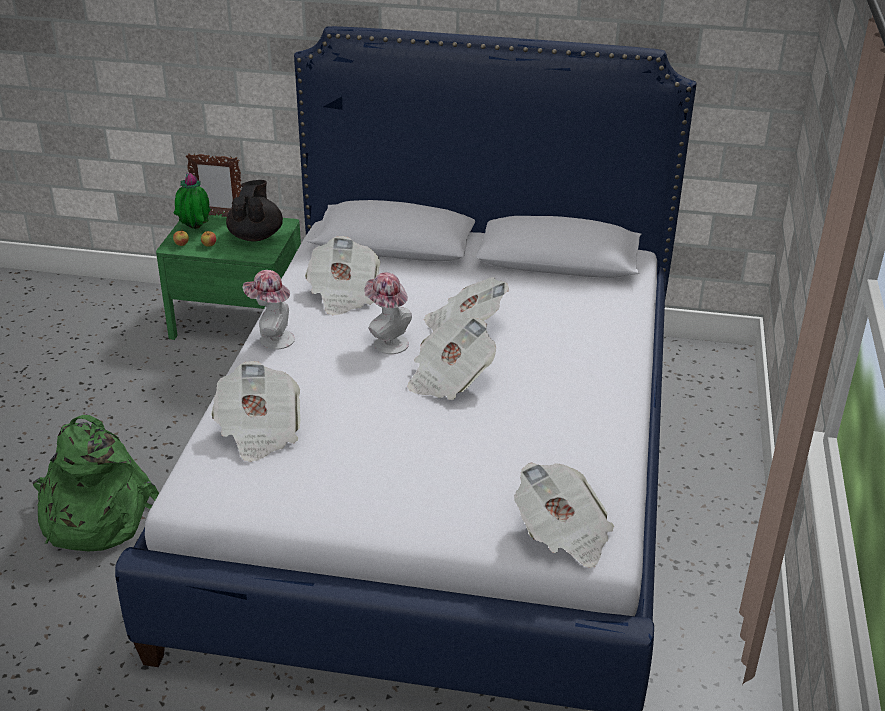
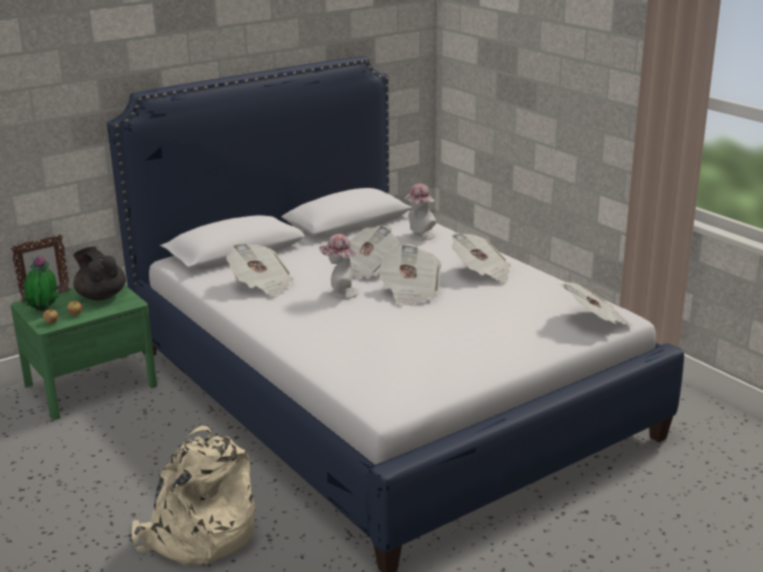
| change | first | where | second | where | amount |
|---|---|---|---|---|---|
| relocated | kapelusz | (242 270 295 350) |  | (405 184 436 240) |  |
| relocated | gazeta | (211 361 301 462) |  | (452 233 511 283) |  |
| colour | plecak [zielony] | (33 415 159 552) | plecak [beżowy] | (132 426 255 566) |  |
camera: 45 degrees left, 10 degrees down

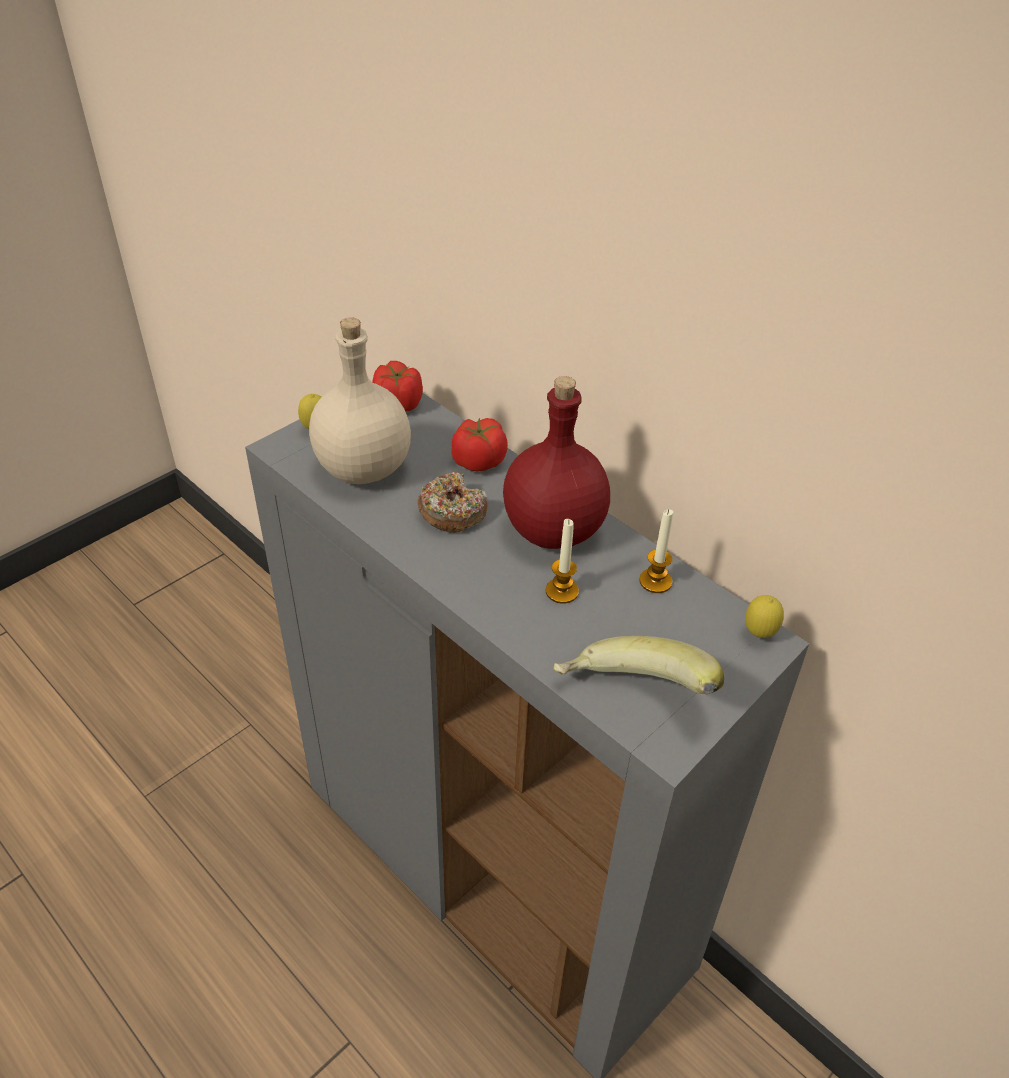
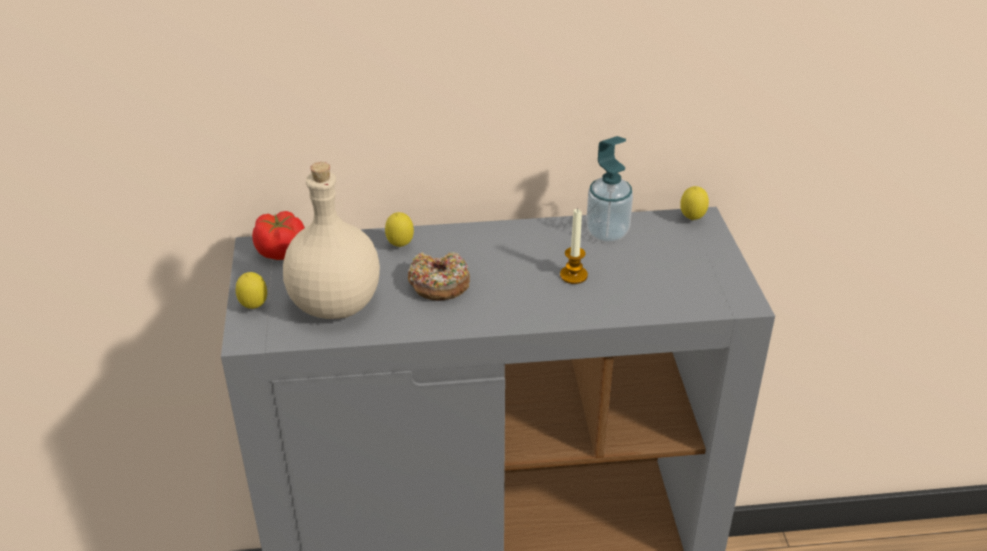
| change | first | where | second | where | amount |
|---|---|---|---|---|---|
| missing | butelka [czerwony] | (503 376 610 549) |  |  |  |
| exchanged | pomidor | (451 418 508 471) | cytryna | (385 212 414 247) |  |
| exchanged | świeca | (639 509 673 593) | dozownik mydła | (586 136 633 243) |  |
| missing | banan | (553 636 724 694) |  |  |  |
camera: 50 degrees left, 5 degrees down

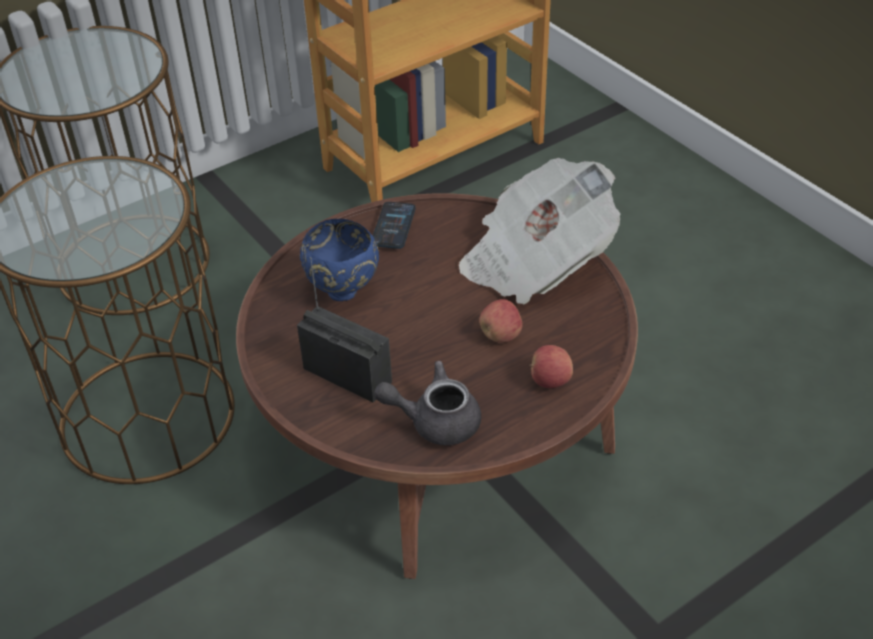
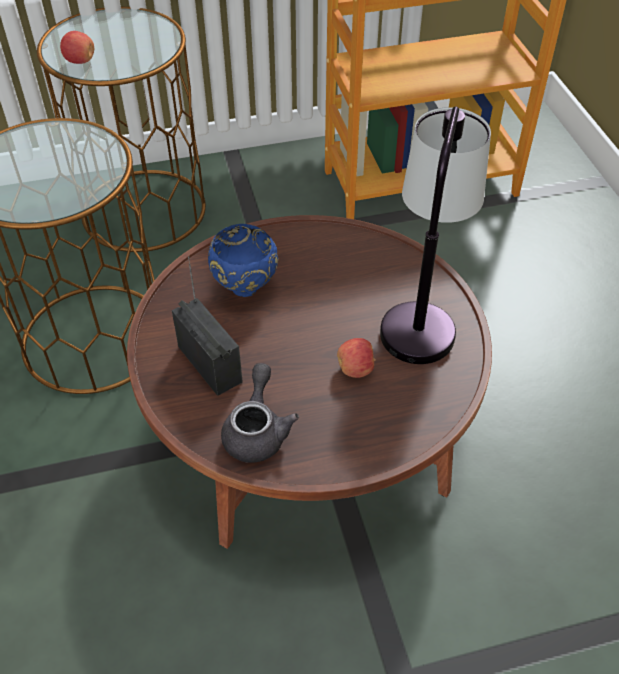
| change | first | where | second | where | amount |
|---|---|---|---|---|---|
| exchanged | gazeta | (459 158 620 305) | lampa stołowa | (380 107 491 364) |  |
| missing | telefon | (373 202 415 249) |  |  |  |
| relocated | jabłko | (529 345 573 388) |  | (60 31 94 64) |  |
| spun | imbryk [szary] | (374 361 481 445) |  | (221 363 299 463) | 75 degrees clockwise |
camera: 20 degrees right, 5 degrees up

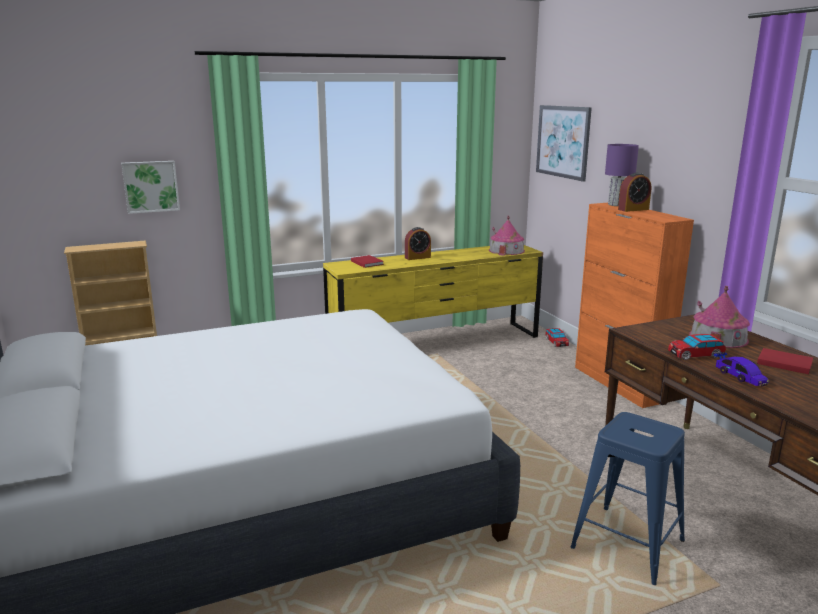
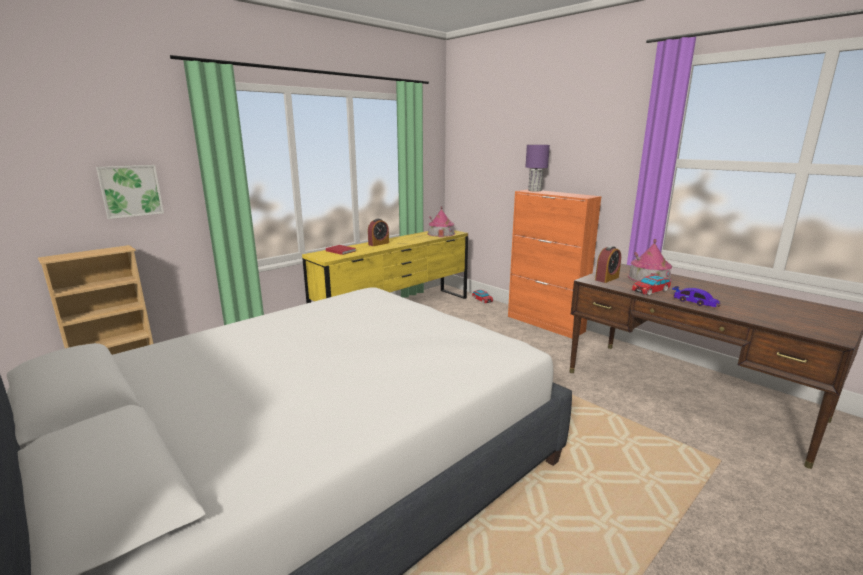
| change | first | where | second | where | amount |
|---|---|---|---|---|---|
| missing | obraz | (536 105 592 182) |  |  |  |
| relocated | budzik | (618 173 651 212) |  | (595 246 621 283) |  |
| missing | książka [czerwony] | (757 348 813 374) |  |  |  |
| missing | stołek [niebieski] | (571 412 685 585) |  |  |  |
camera: 20 degrees left, 0 degrees up

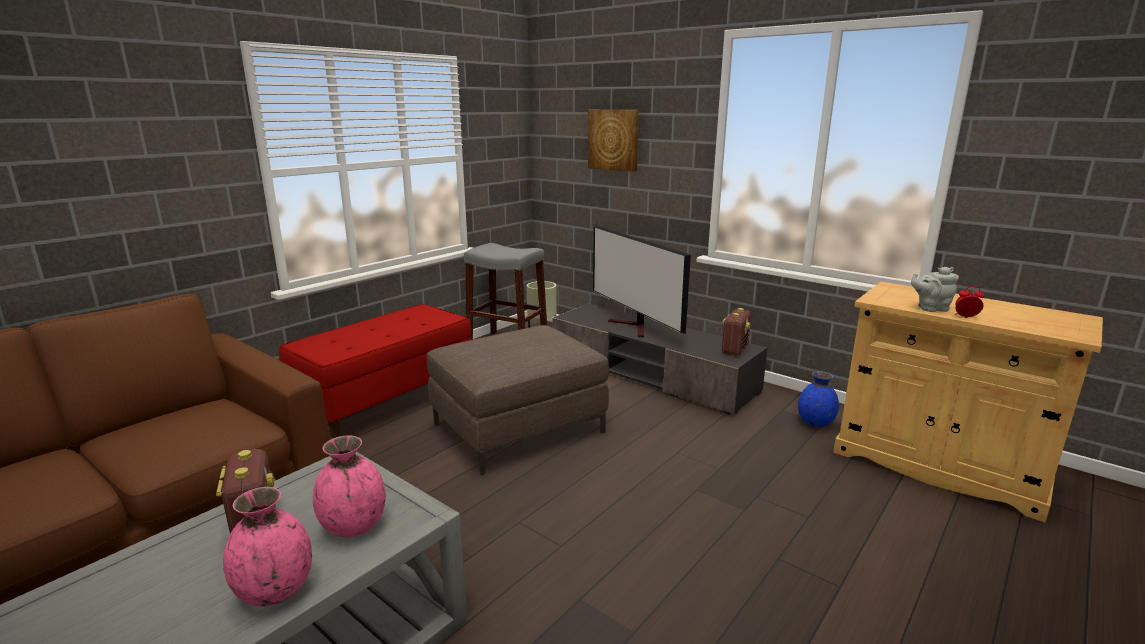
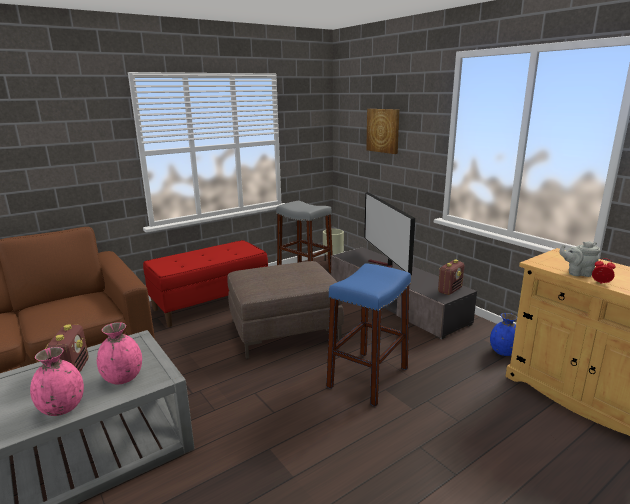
| change | first | where | second | where | amount |
|---|---|---|---|---|---|
| appeared |  |  | stołek [niebieski] | (326 263 411 407) |  |
camera: 15 degrees right, 0 degrees up

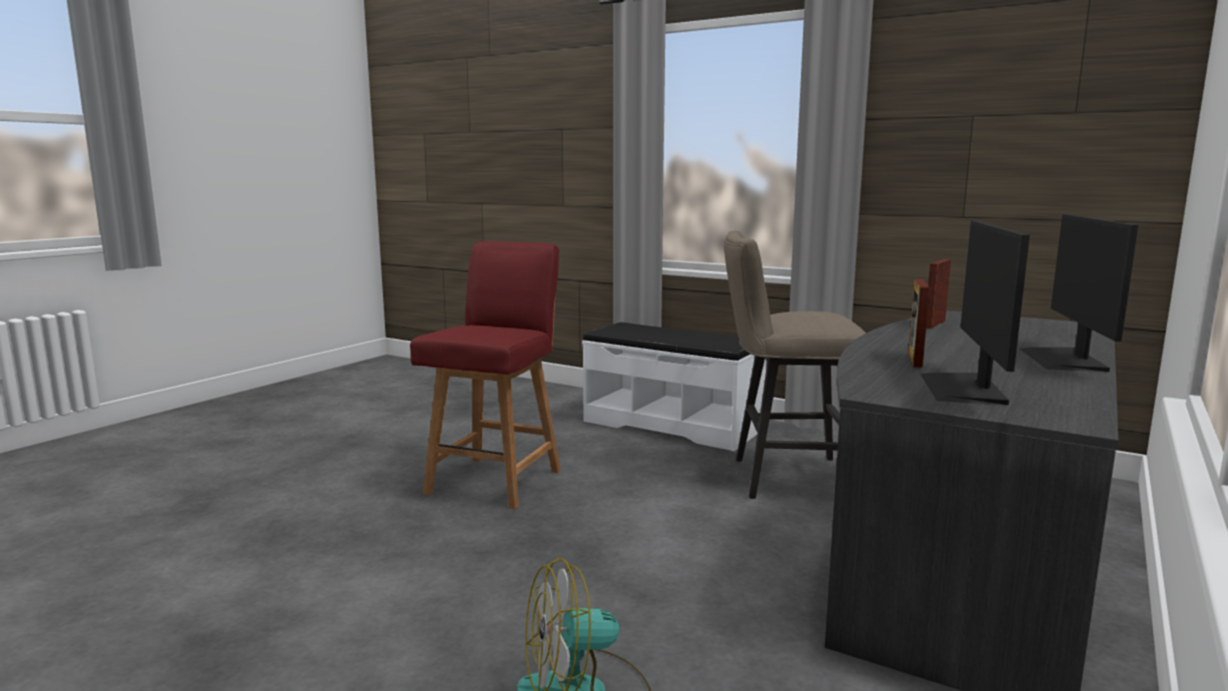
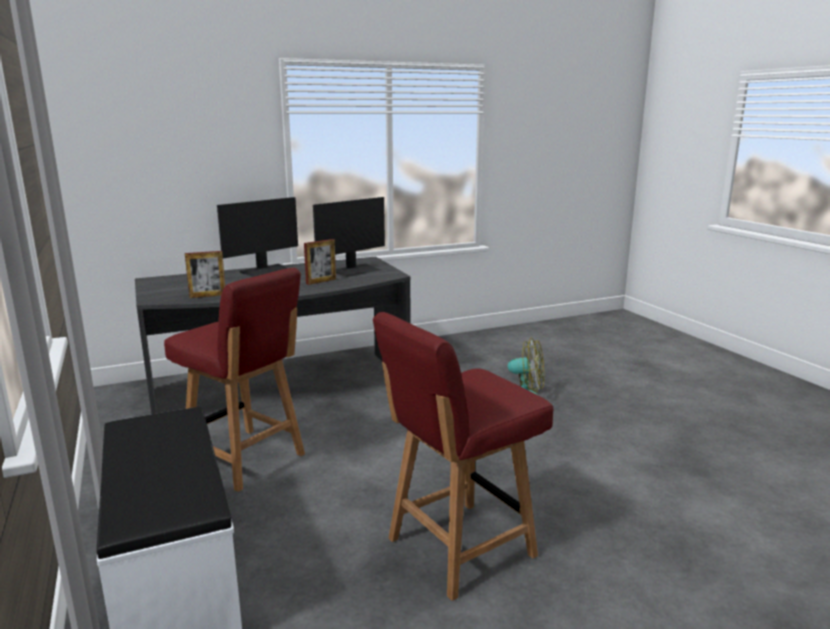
| change | first | where | second | where | amount |
|---|---|---|---|---|---|
| exchanged | stołek [beżowy] | (724 231 866 499) | krzesło [czerwony] | (164 268 305 492) |  |
camera: 145 degrees left, 5 degrees up

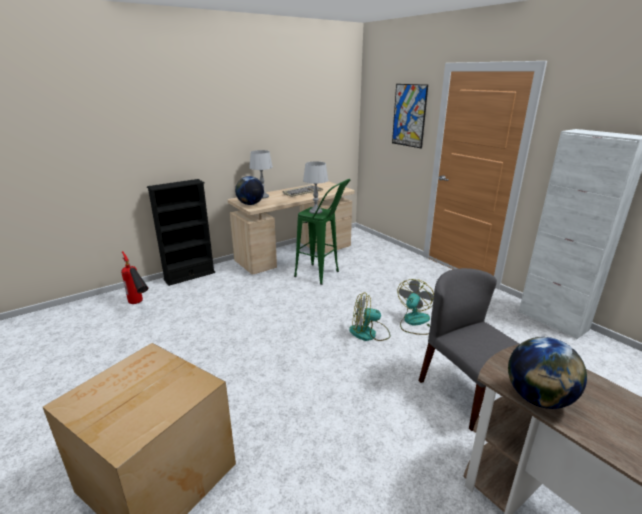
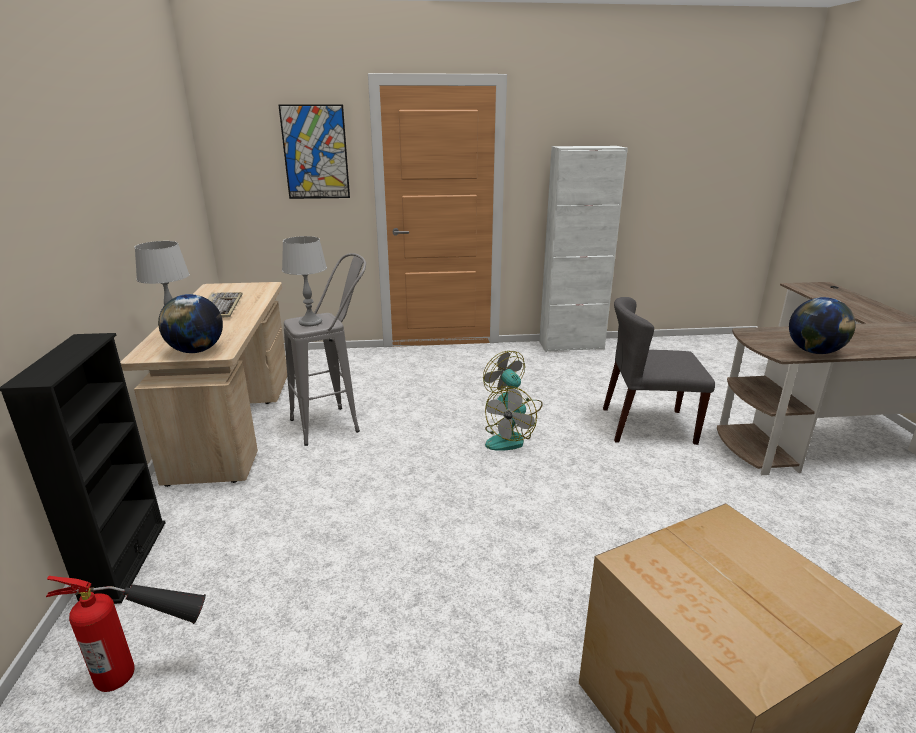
| change | first | where | second | where | amount |
|---|---|---|---|---|---|
| colour | stołek [zielony] | (294 179 351 285) | stołek [szary] | (284 253 366 446) |  |
camera: 60 degrees left, 0 degrees up

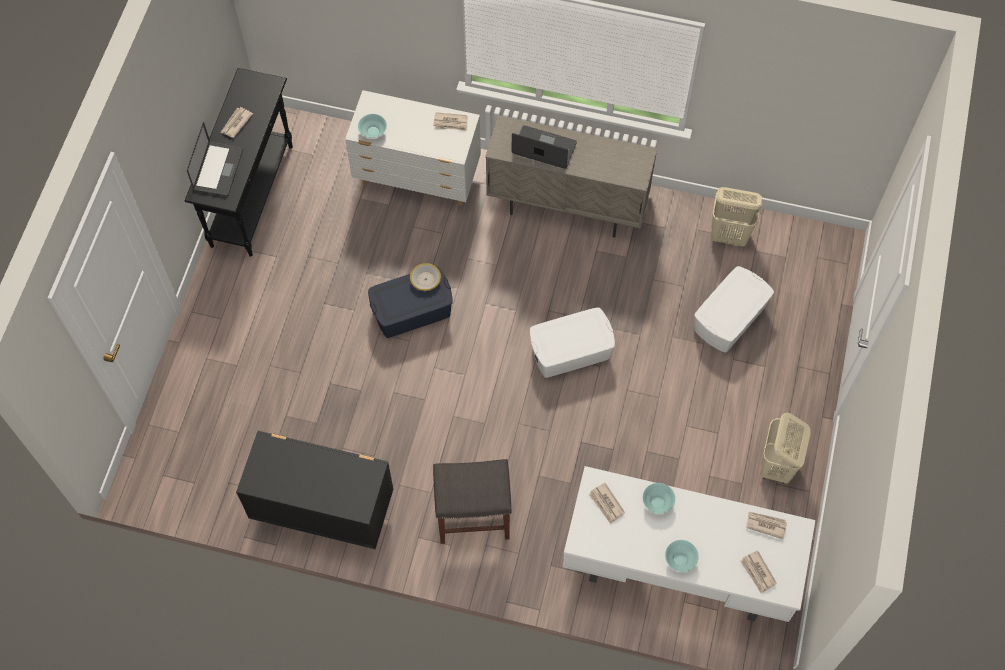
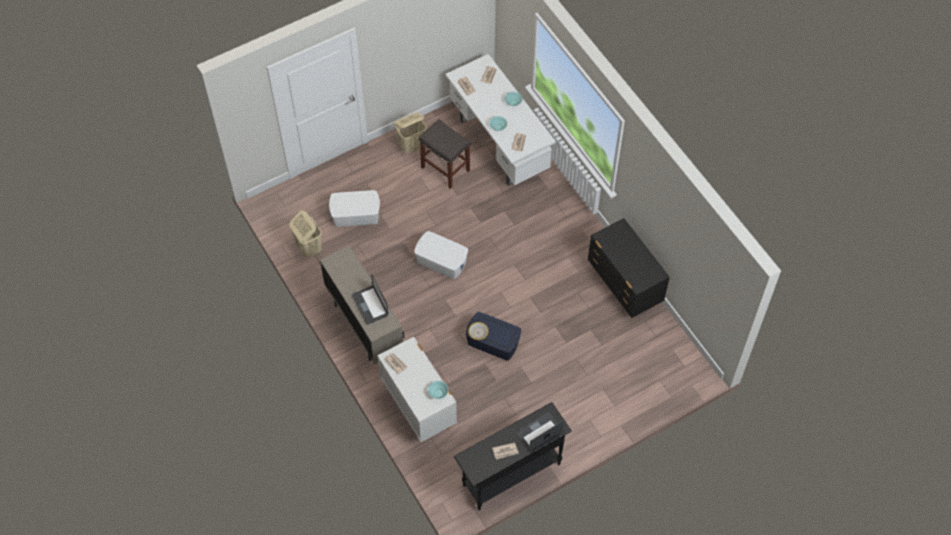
| change | first | where | second | where | amount |
|---|---|---|---|---|---|
| relocated | stołek [szary] | (433 459 511 544) |  | (419 119 470 189) |  |
camera: 135 degrees left, 5 degrees down

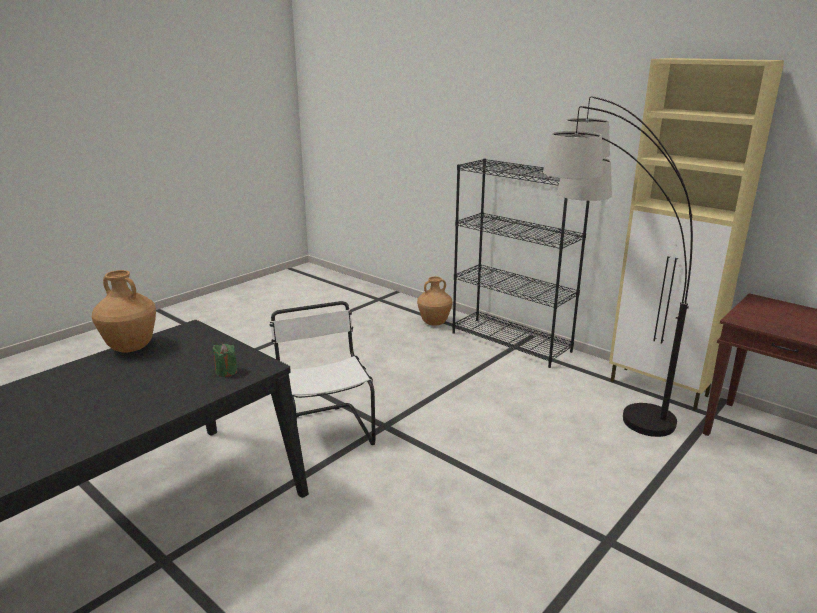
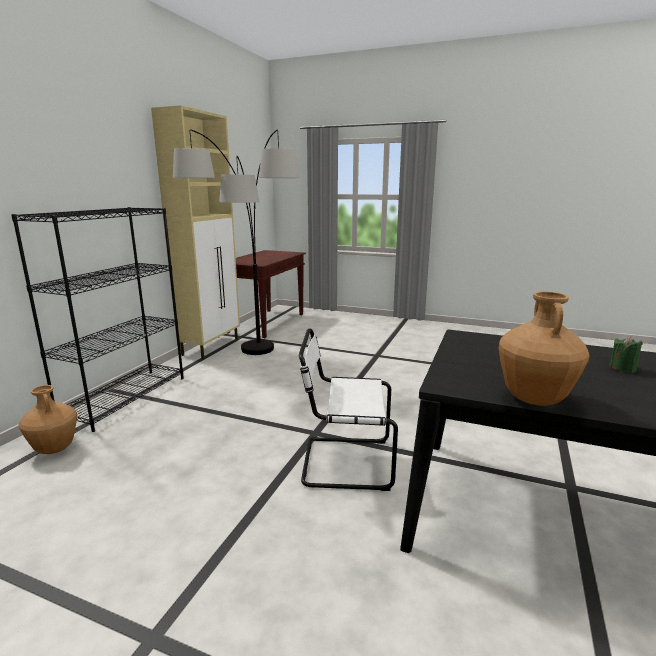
| change | first | where | second | where | amount |
|---|---|---|---|---|---|
| spun | krzesło [biały] | (270 301 376 445) |  | (299 328 398 491) | 45 degrees clockwise |
| relocated | świeca [zielony] | (213 344 238 377) |  | (609 336 643 373) |  |
camera: 110 degrees left, 5 degrees down

